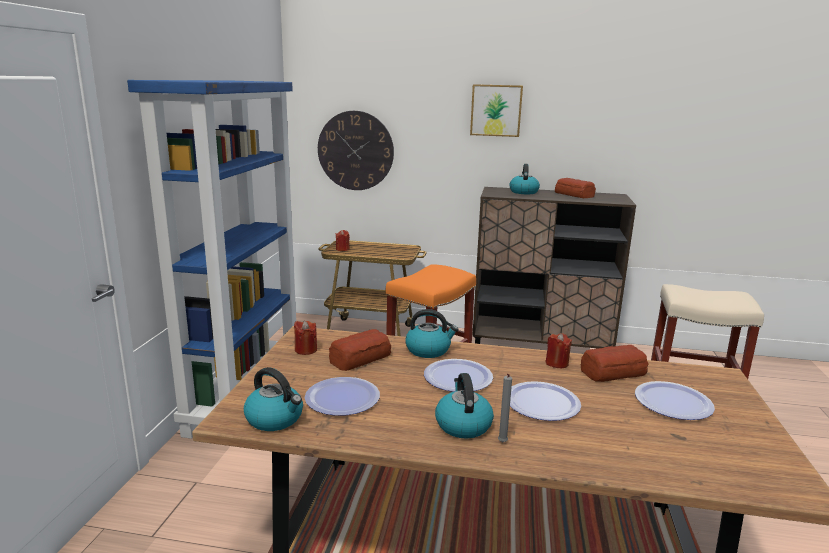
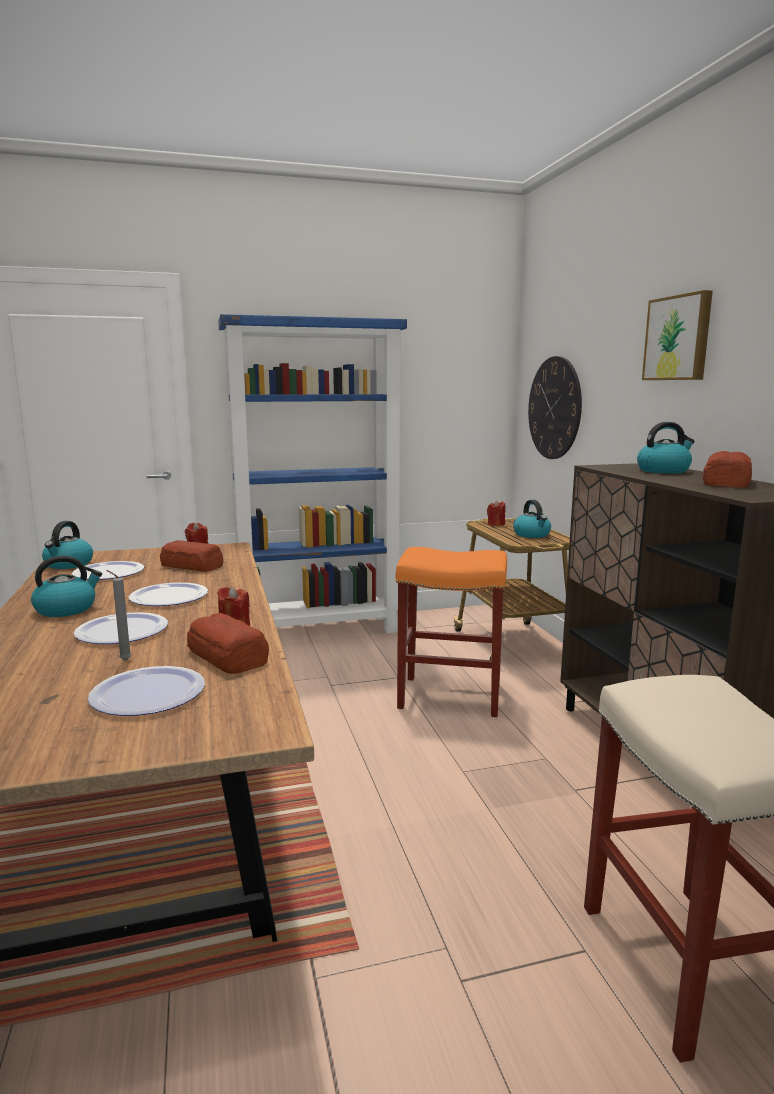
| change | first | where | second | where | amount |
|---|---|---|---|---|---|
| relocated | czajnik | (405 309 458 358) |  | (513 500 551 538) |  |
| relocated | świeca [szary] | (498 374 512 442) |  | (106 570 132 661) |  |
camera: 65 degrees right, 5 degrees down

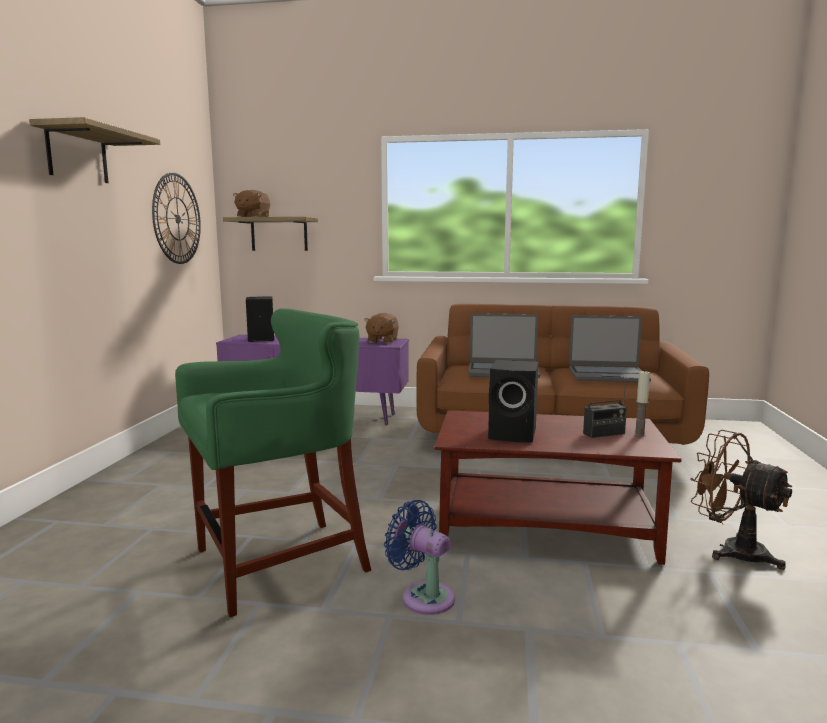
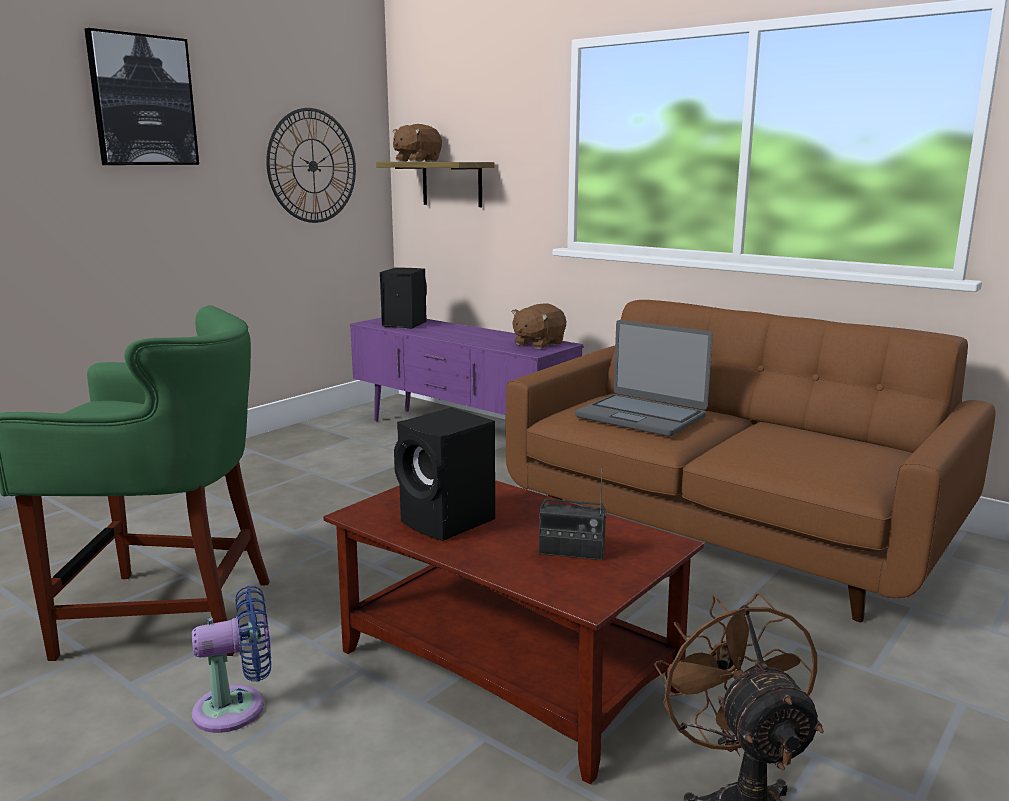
| change | first | where | second | where | amount |
|---|---|---|---|---|---|
| exchanged | półka | (29 117 160 183) | obraz | (85 28 199 165) |  |
| missing | laptop | (569 315 651 382) |  |  |  |
| missing | świeca | (634 370 650 437) |  |  |  |
| spun | wentylator [niebieski] | (384 500 455 615) |  | (192 586 271 733) | 90 degrees clockwise |
camera: 30 degrees right, 5 degrees up

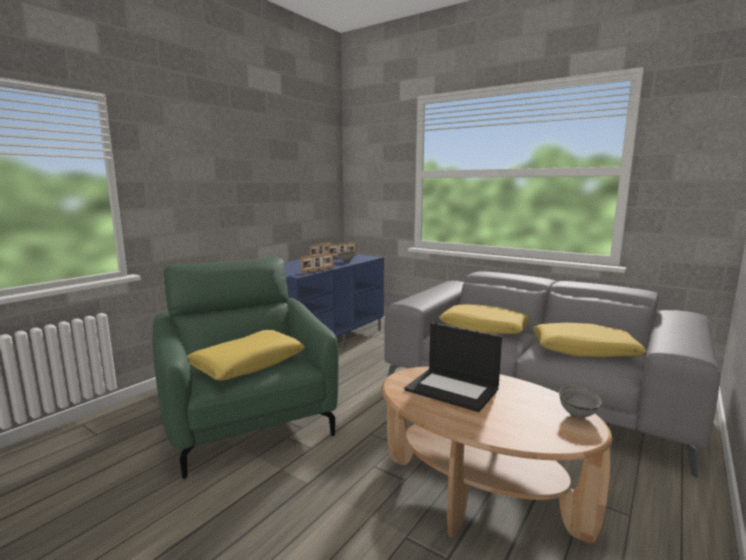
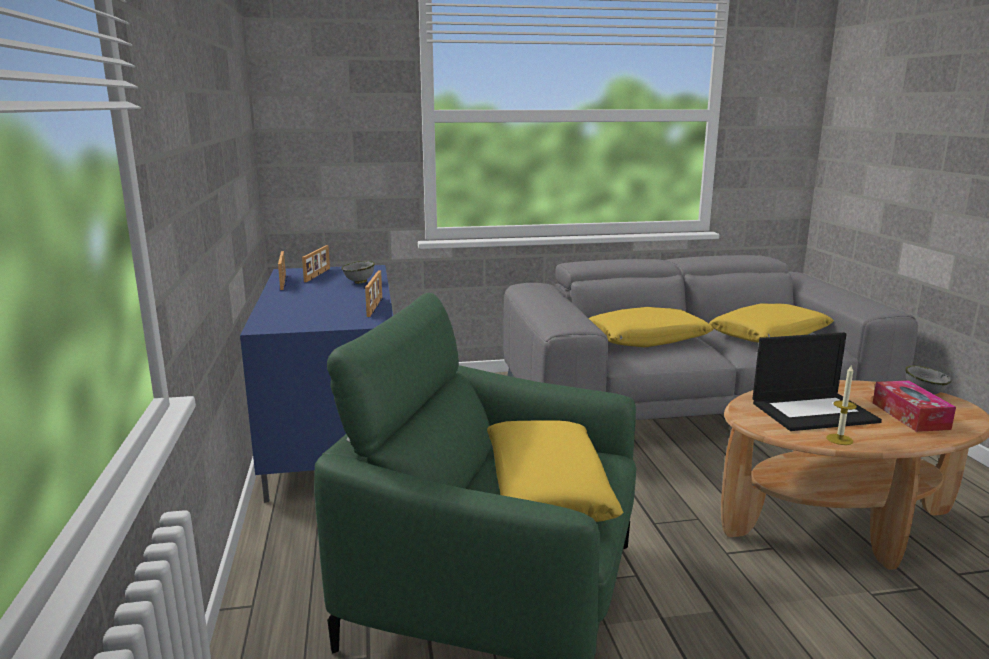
| change | first | where | second | where | amount |
|---|---|---|---|---|---|
| appeared |  |  | świeca | (826 364 857 445) |  |
| appeared |  |  | pudełko chusteczek | (873 380 956 432) |  |
camera: 45 degrees left, 5 degrees up

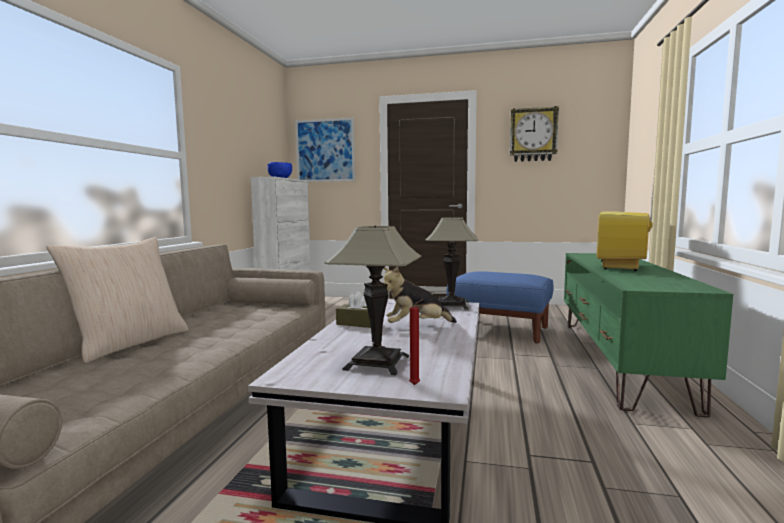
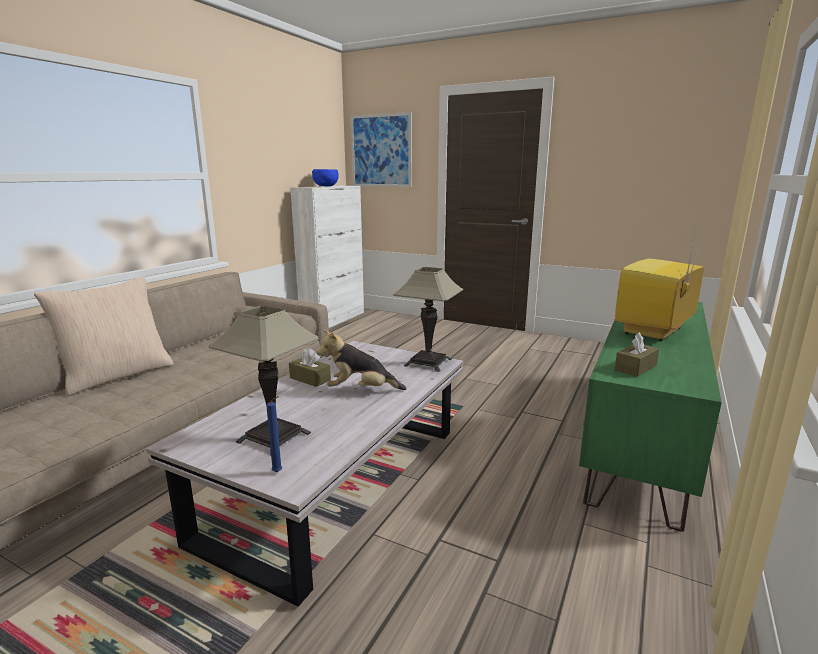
| change | first | where | second | where | amount |
|---|---|---|---|---|---|
| missing | zegar ścienny | (510 106 559 162) |  |  |  |
| missing | pufa [niebieski] | (446 271 553 344) |  |  |  |
| colour | świeca [czerwony] | (409 299 423 385) | świeca [niebieski] | (266 396 282 472) |  |
| appeared |  |  | pudełko chusteczek [brązowy] | (615 332 659 377) |  |
camera: 15 degrees right, 10 degrees up

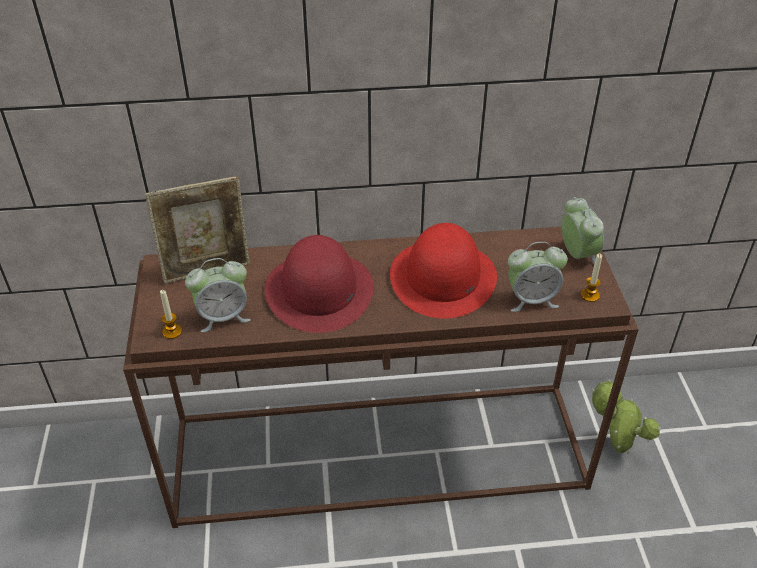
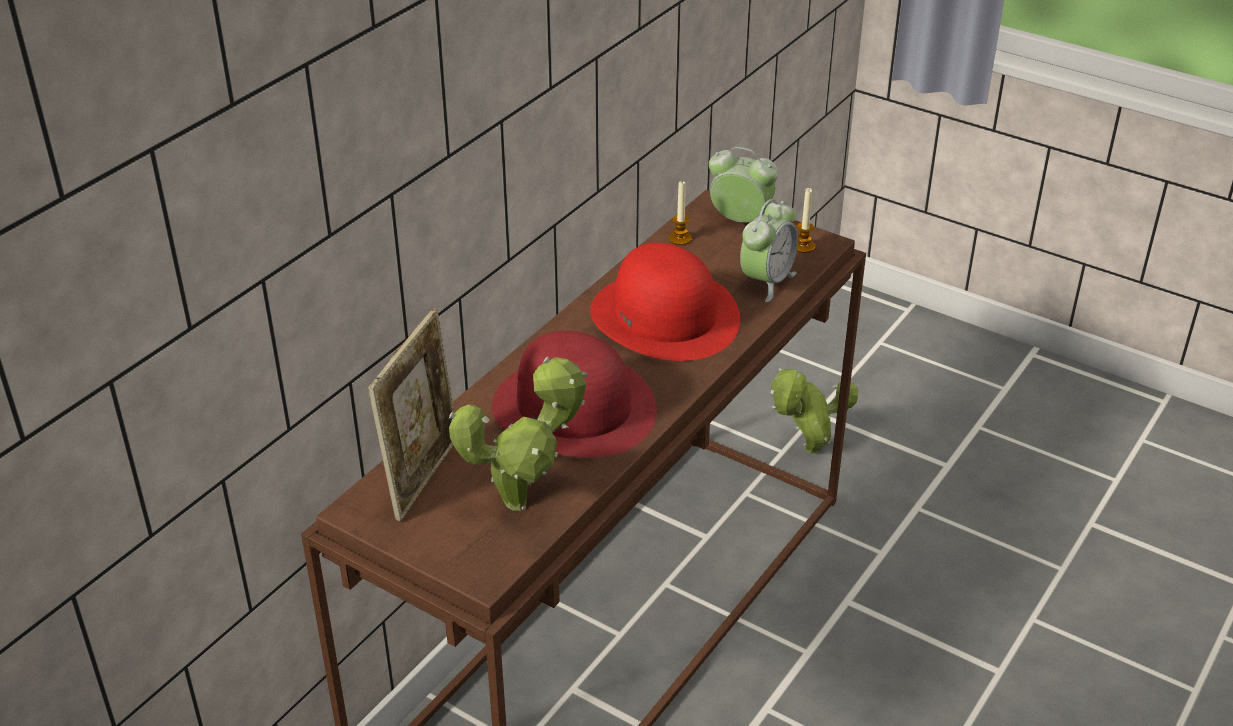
| change | first | where | second | where | amount |
|---|---|---|---|---|---|
| exchanged | budzik | (185 258 251 332) | roślina doniczkowa | (449 356 588 511) |  |
| relocated | świeca | (160 290 182 339) |  | (669 181 692 245) |  |
camera: 50 degrees left, 5 degrees down

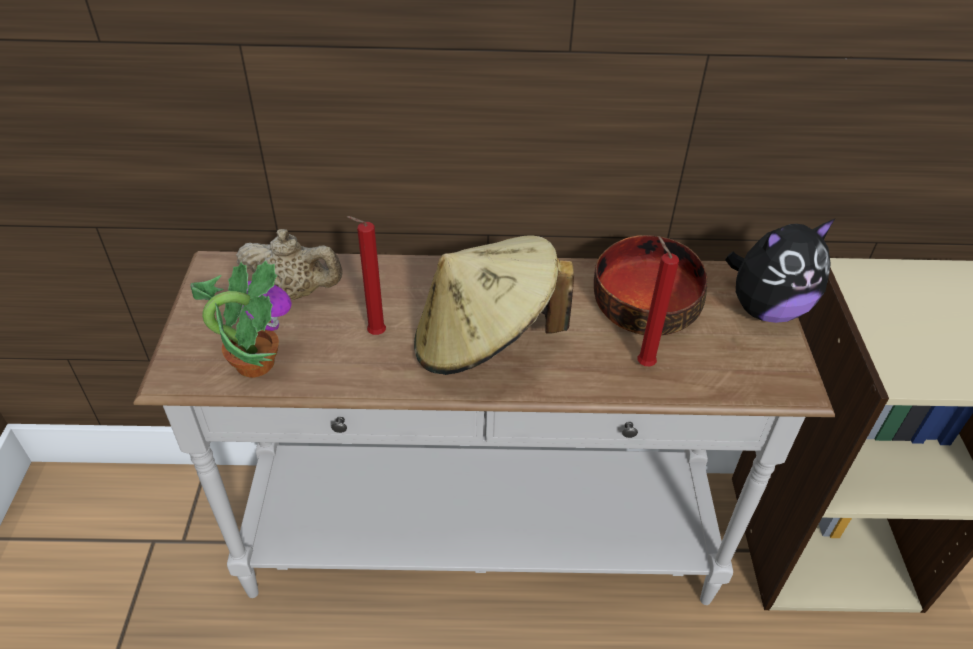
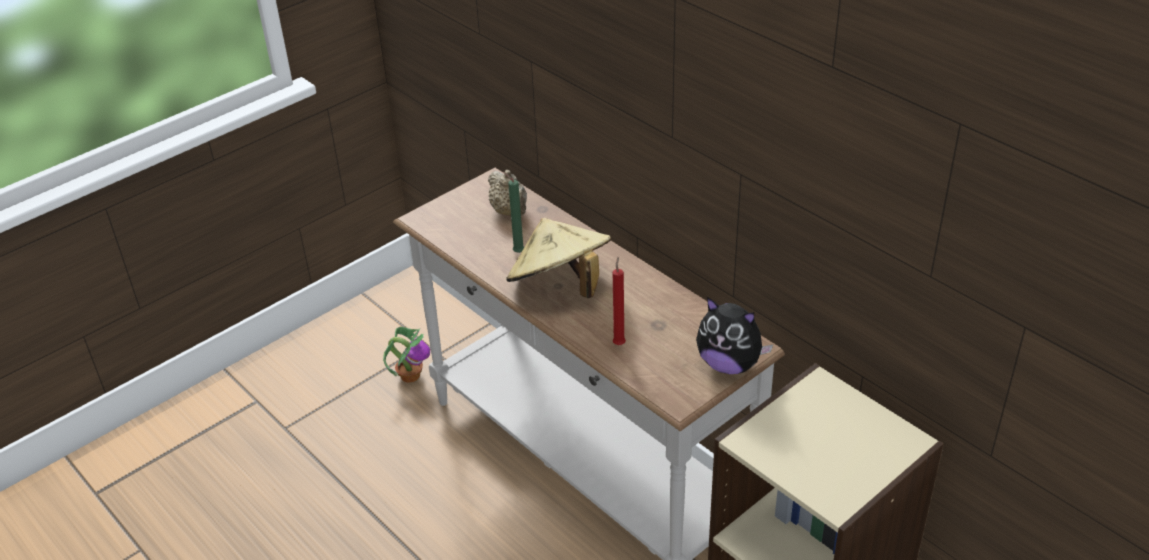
| change | first | where | second | where | amount |
|---|---|---|---|---|---|
| colour | świeca [czerwony] | (347 216 386 335) | świeca [zielony] | (504 172 524 253) |  |
| missing | miska | (594 235 707 336) |  |  |  |
| relocated | roślina doniczkowa | (190 261 292 378) |  | (383 327 430 383) |  |
camera: 50 degrees right, 5 degrees down

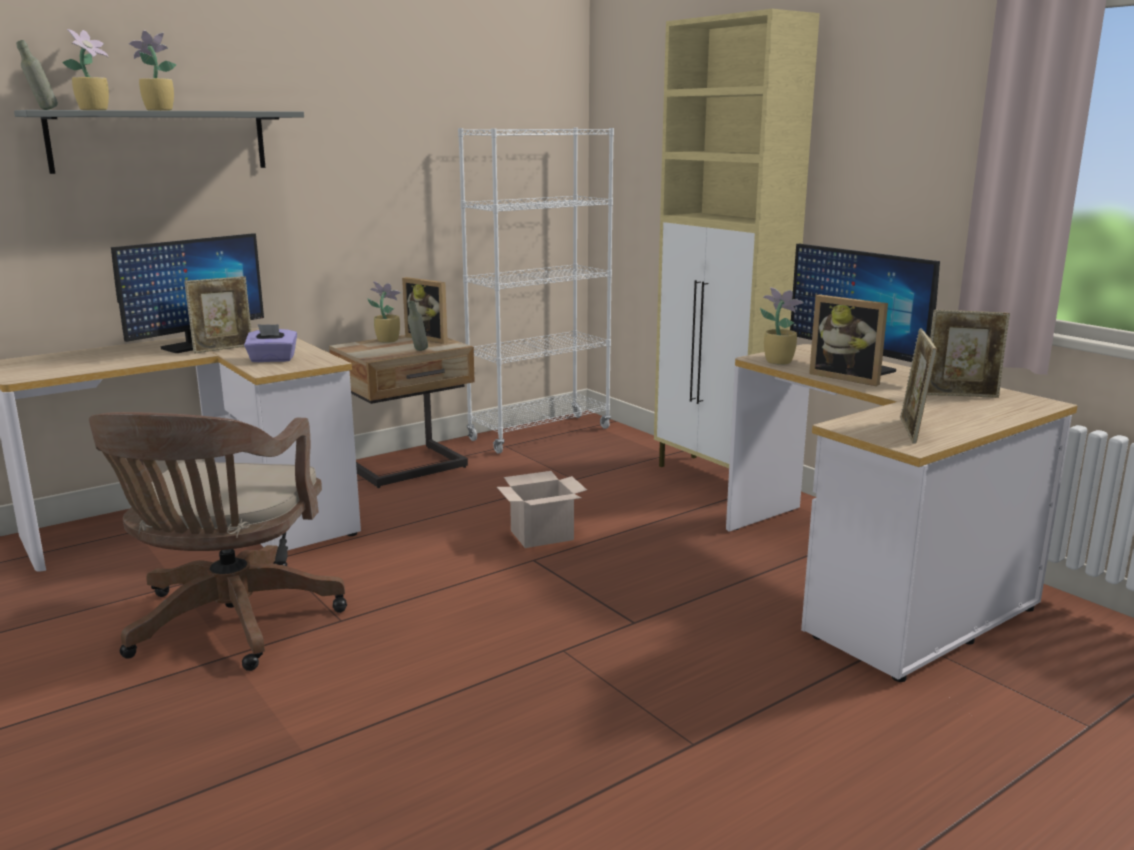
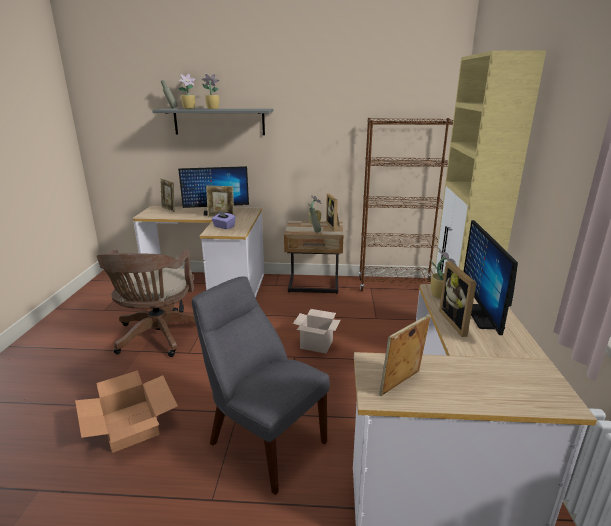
| change | first | where | second | where | amount |
|---|---|---|---|---|---|
| colour | regał [biały] | (458 128 614 454) | regał [brązowy] | (359 118 453 291) |  |
| relocated | ramka na zdjęcie | (927 310 1010 398) |  | (160 178 175 212) |  |
| spun | krzesło biurowe [brązowy] | (89 412 347 671) |  | (97 250 196 357) | 45 degrees counterclockwise |
| appeared |  |  | krzesło [szary] | (192 276 330 495) |  |
| appeared |  |  | karton | (75 370 178 453) |  |
camera: 40 degrees right, 5 degrees up

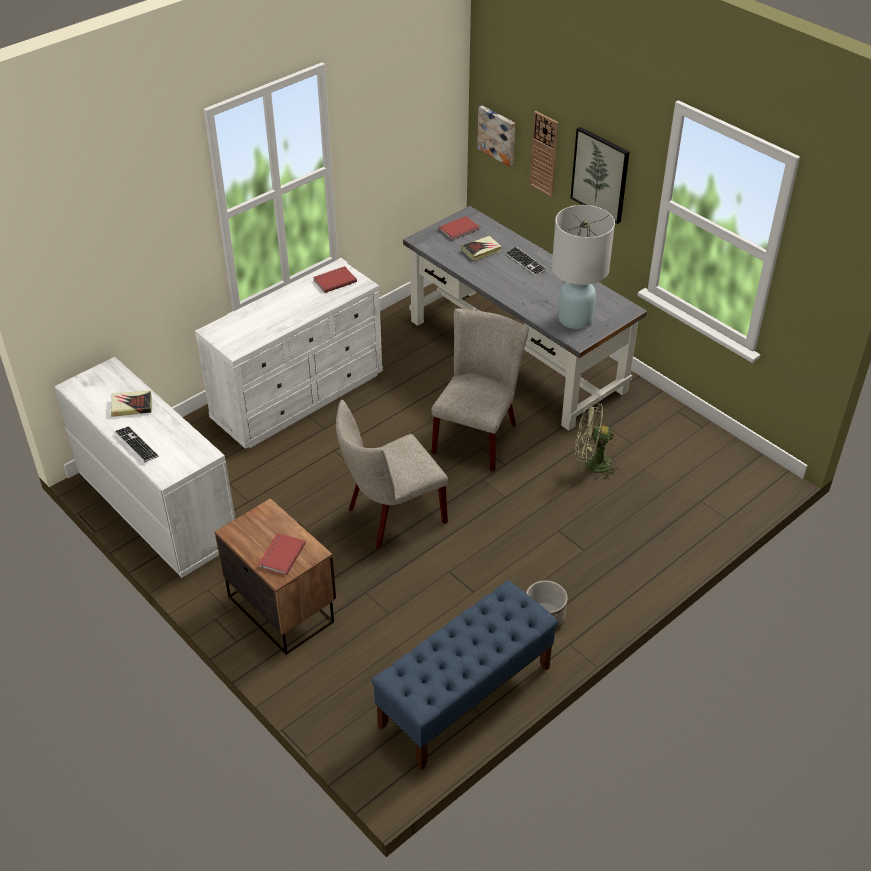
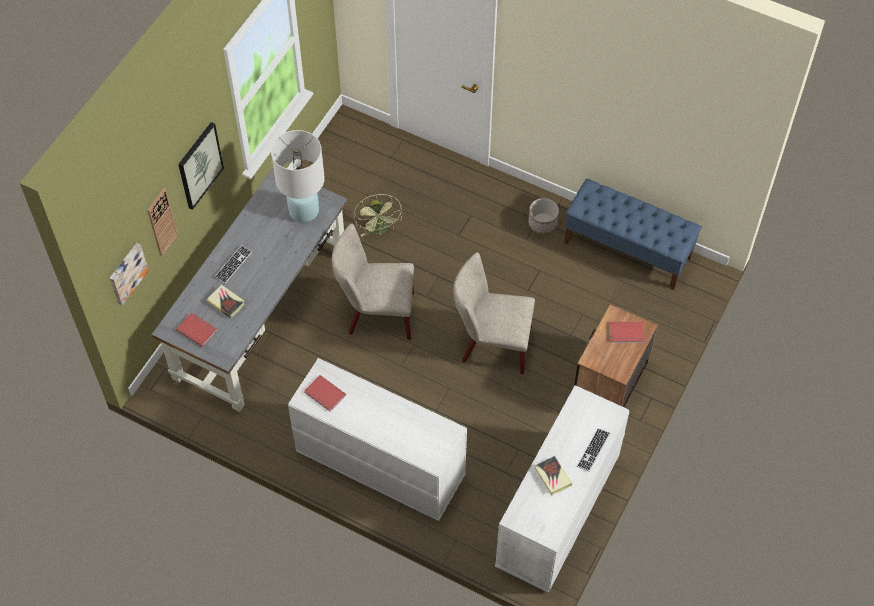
| change | first | where | second | where | amount |
|---|---|---|---|---|---|
| spun | krzesło [beżowy] | (336 400 448 549) |  | (453 252 535 374) | 150 degrees clockwise |
camera: 110 degrees left, 15 degrees up

